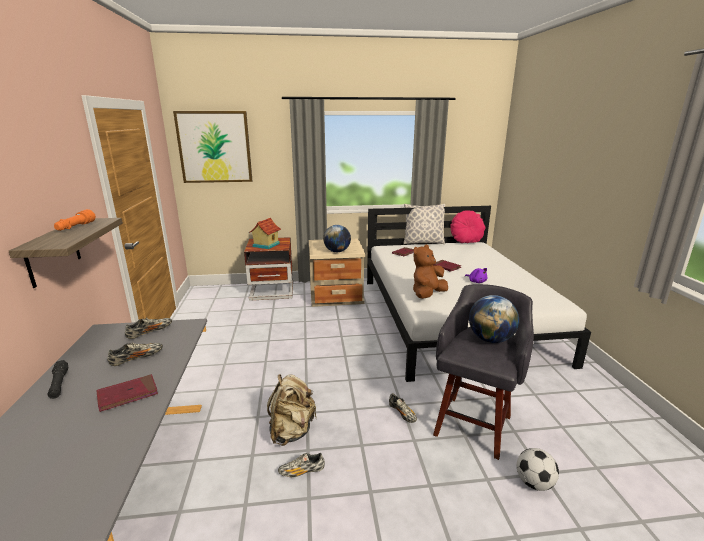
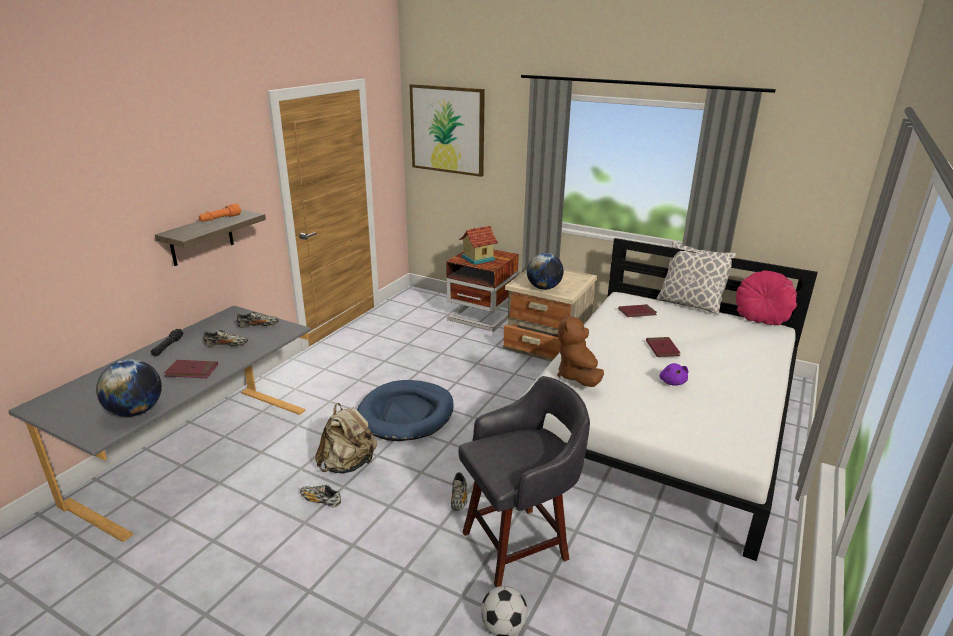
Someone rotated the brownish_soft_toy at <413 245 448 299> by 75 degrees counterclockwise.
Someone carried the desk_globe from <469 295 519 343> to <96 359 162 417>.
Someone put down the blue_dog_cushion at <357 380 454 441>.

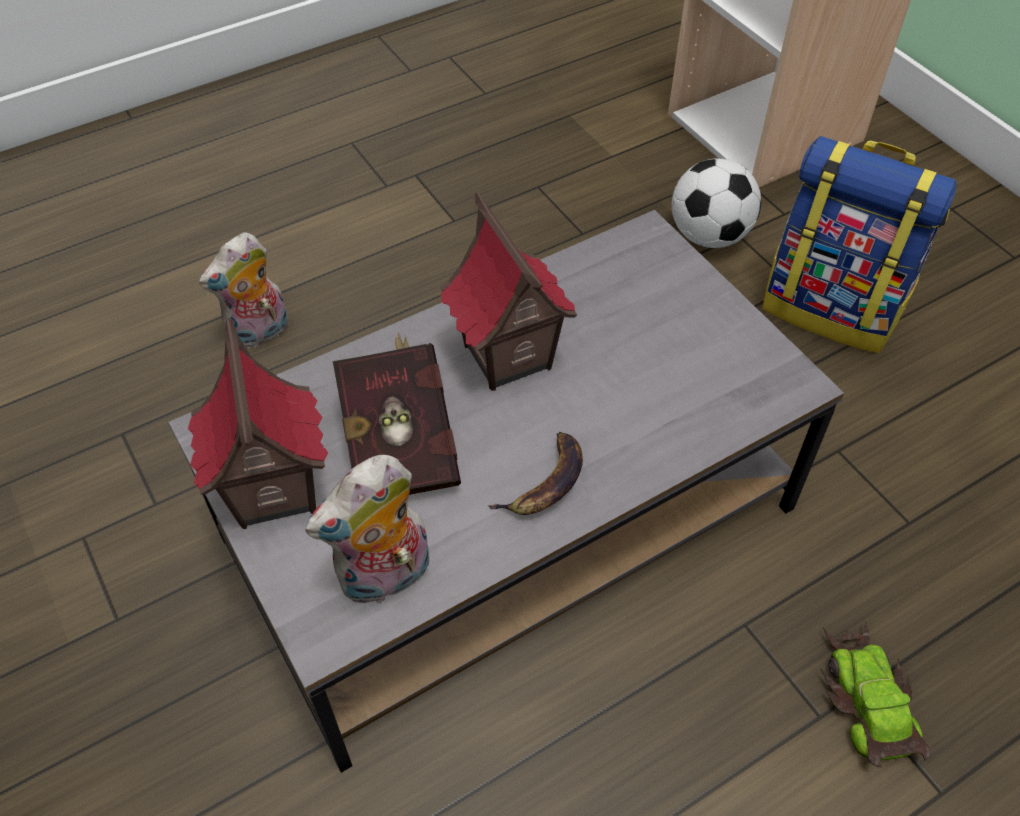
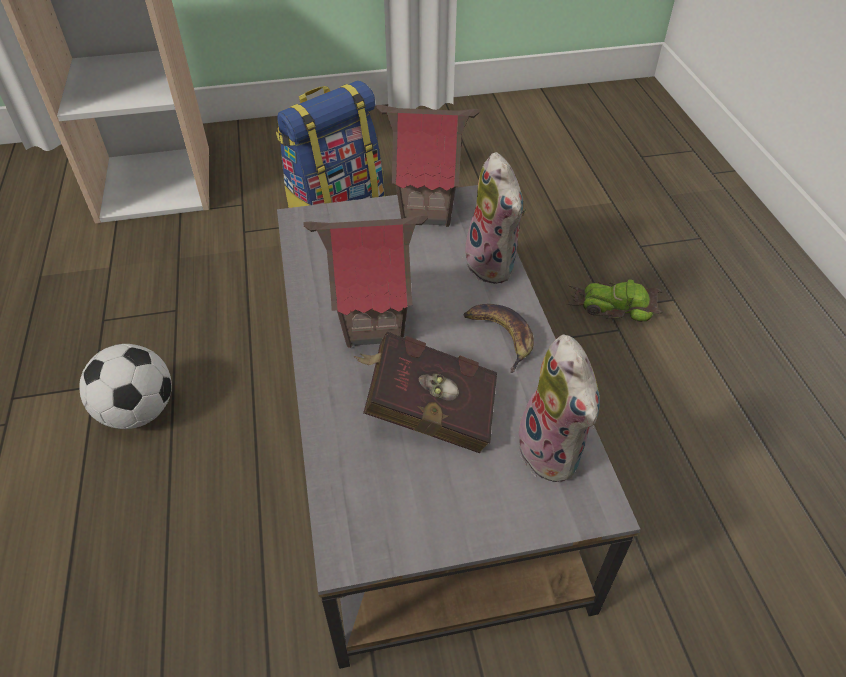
Someone carried the toy_house from <188 318 328 529> to <376 105 480 227>.
Someone carried the soft_toy from <199 232 288 348> to <465 152 525 284>.
Someone carried the football from <672 158 761 248> to <79 344 172 429>.

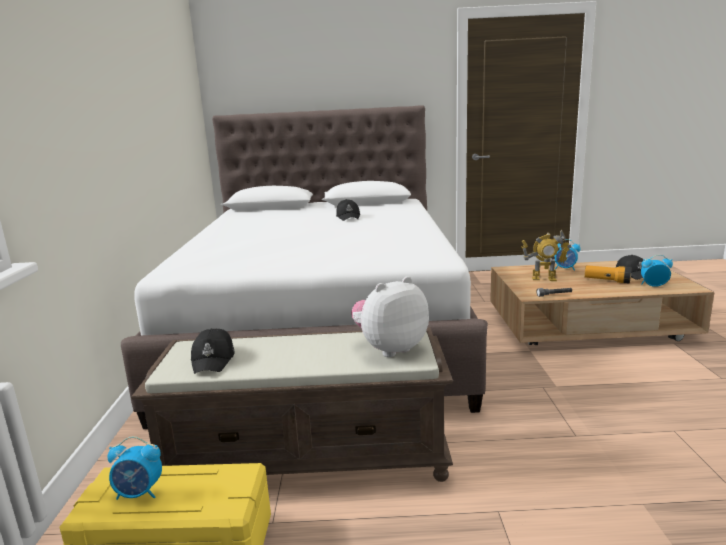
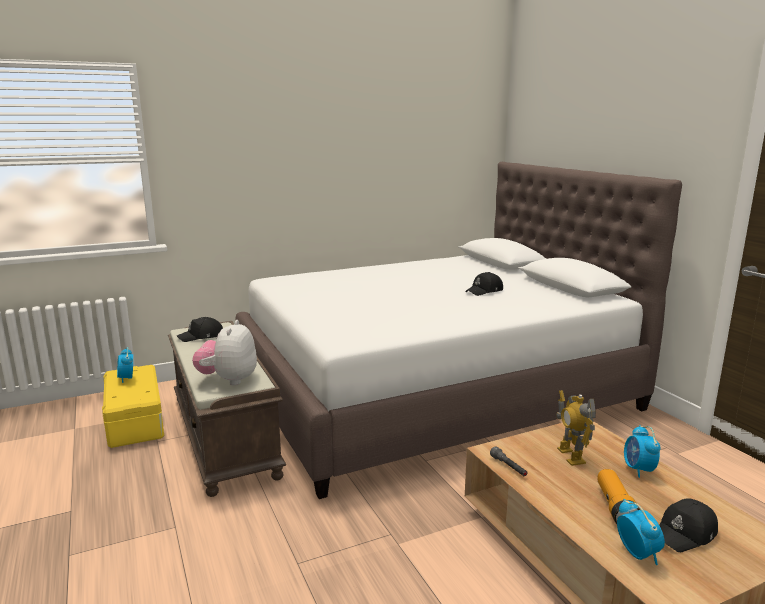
Someone rotated the soft_toy at <351 276 429 357> by 120 degrees counterclockwise.

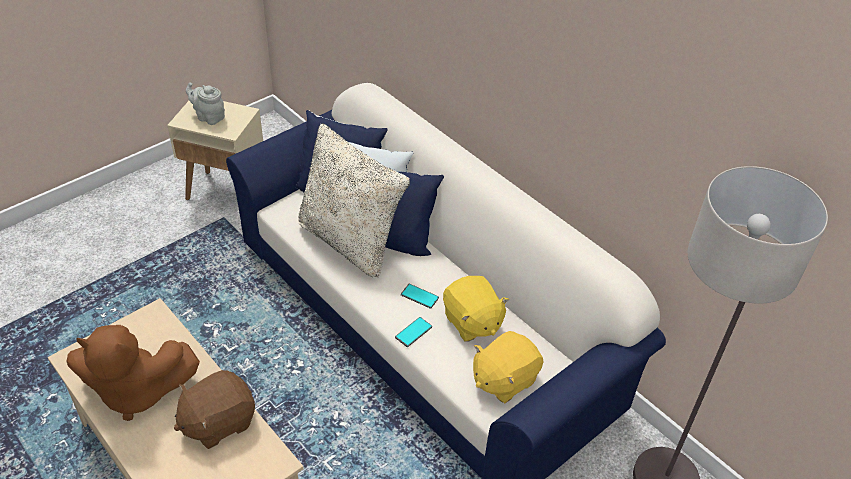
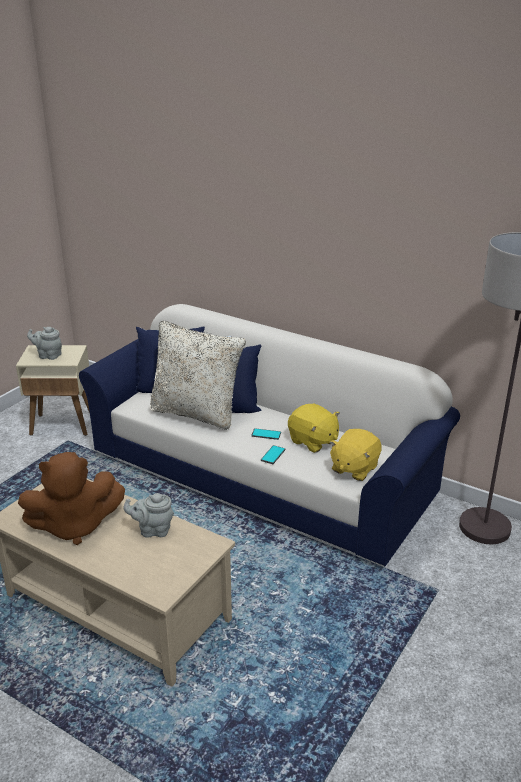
Someone swapped the brownish_soft_toy at <174 370 255 449> for the greyish_tea_pot at <123 493 174 538>.

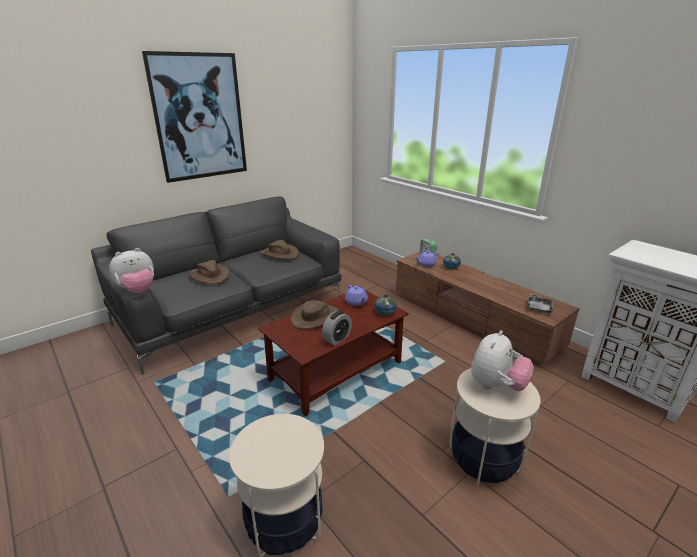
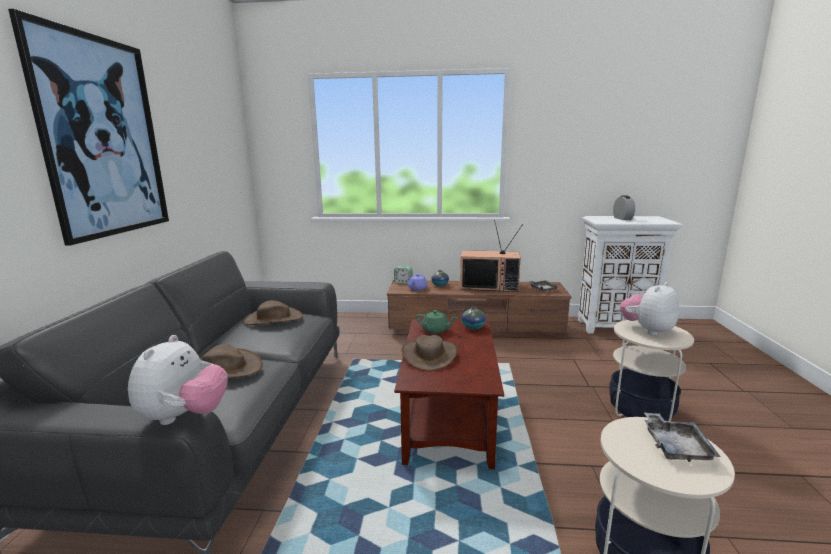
Someone carried the bedside_clock from <322 311 352 345> to <613 195 635 220>.
Someone repainted the purple_tea_pot at <345 285 368 306>, which became the green_tea_pot at <416 310 458 334>.
Someone rotated the soft_toy at <471 330 534 391> by 120 degrees counterclockwise.
Someone put down the television at <460 220 523 292>.
Someone put down the greyish_serving_tray at <644 412 721 462>.

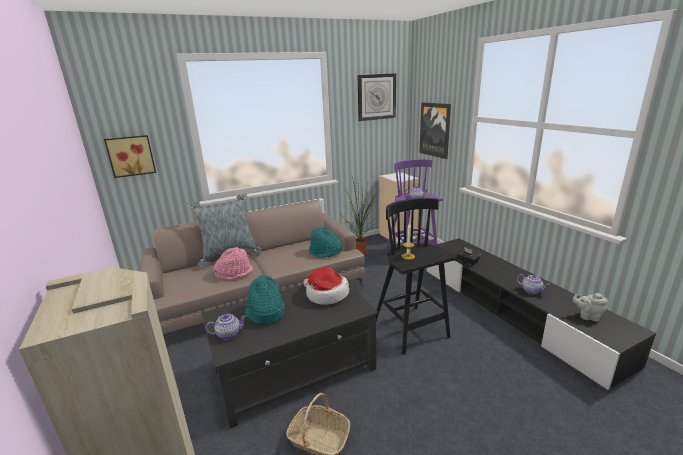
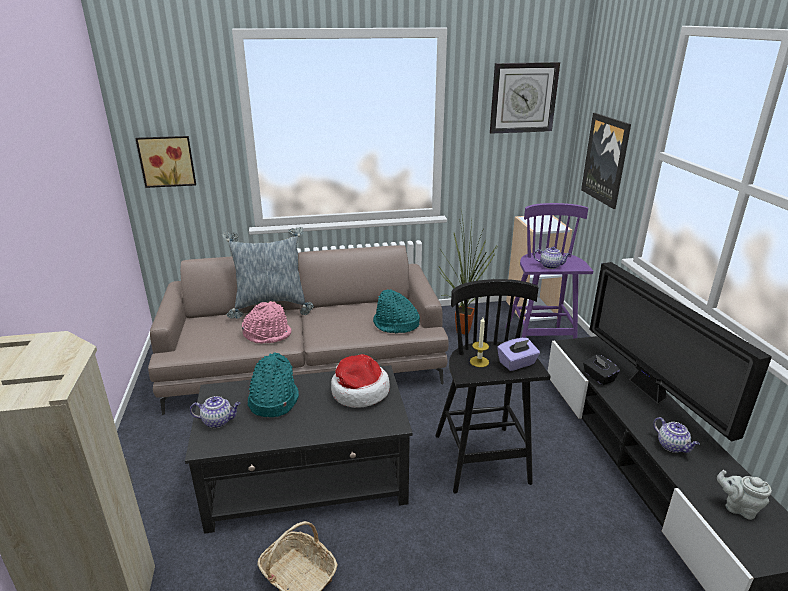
Someone put down the purple_tissue_box at <497 338 540 371>.
Someone put down the television at <589 262 772 441>.

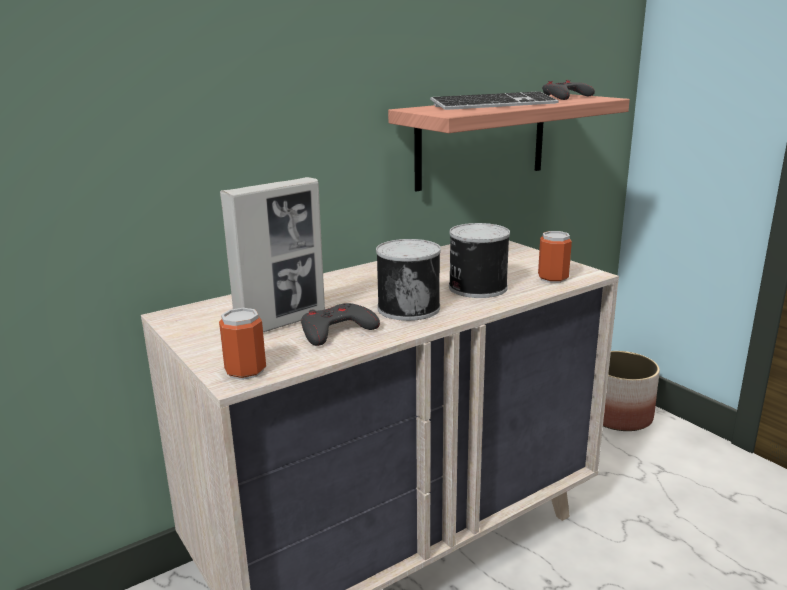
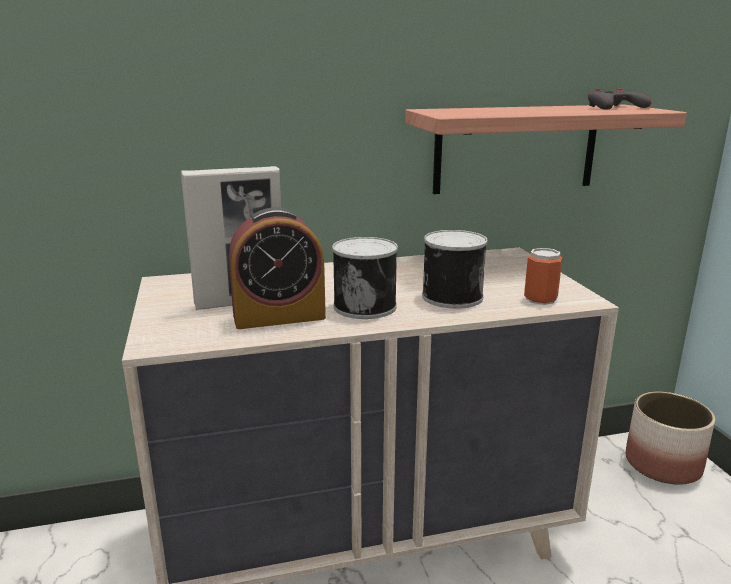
Someone took away the can at <219 308 266 380>.
Someone swapped the greyish_game_controller at <301 303 380 346> for the bedside_clock at <229 207 326 329>.
Someone took away the keyboard at <430 91 559 110>.

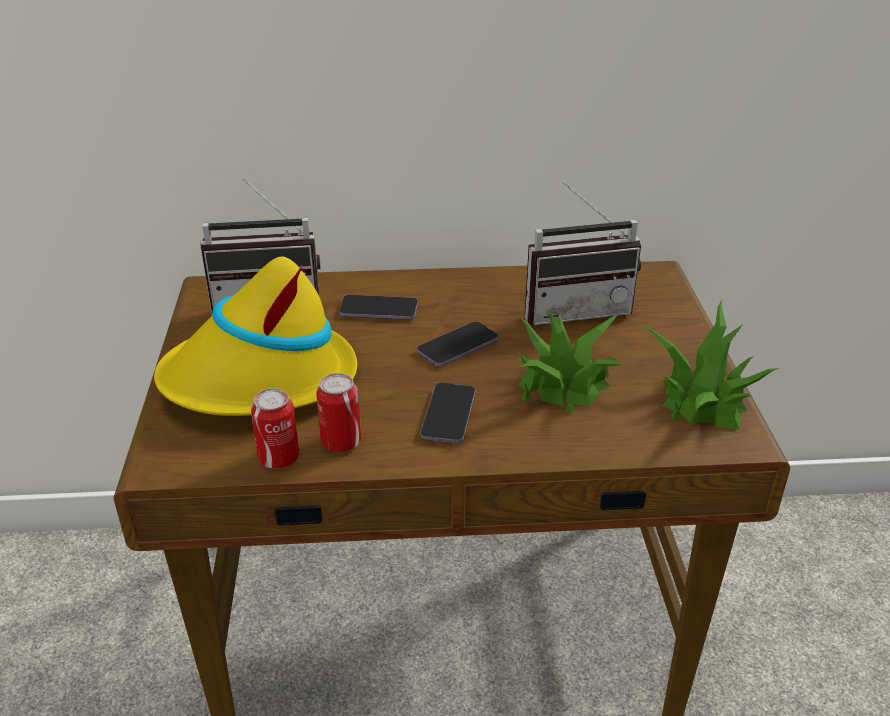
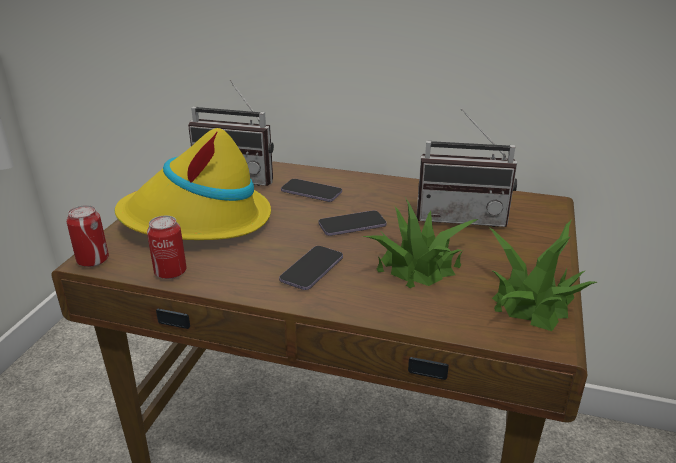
Someone carried the can from <316 373 361 452> to <67 205 109 267>.

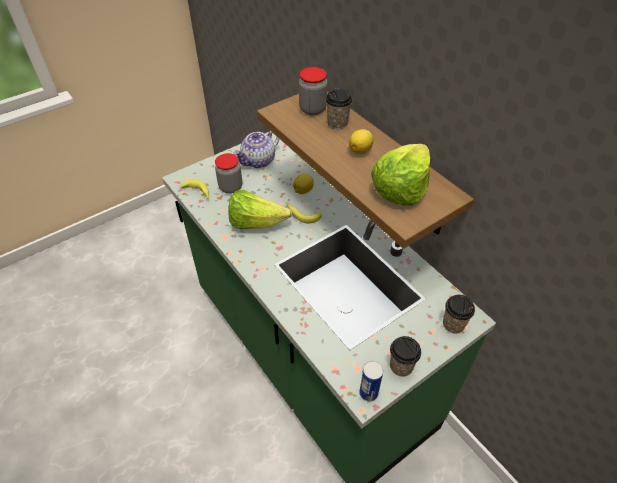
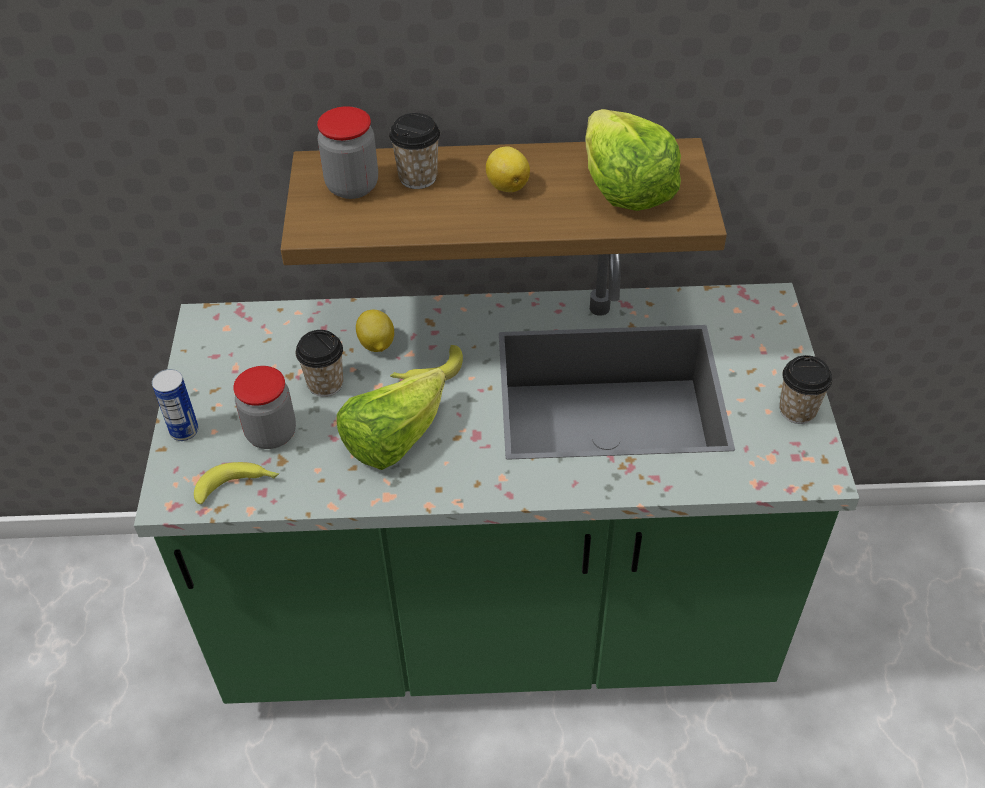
Someone took away the tea_pot at <233 131 279 168>.
Someone carried the can from <359 361 383 402> to <152 369 199 441>.
Someone carried the drinking_cup from <443 295 475 334> to <296 330 343 397>.

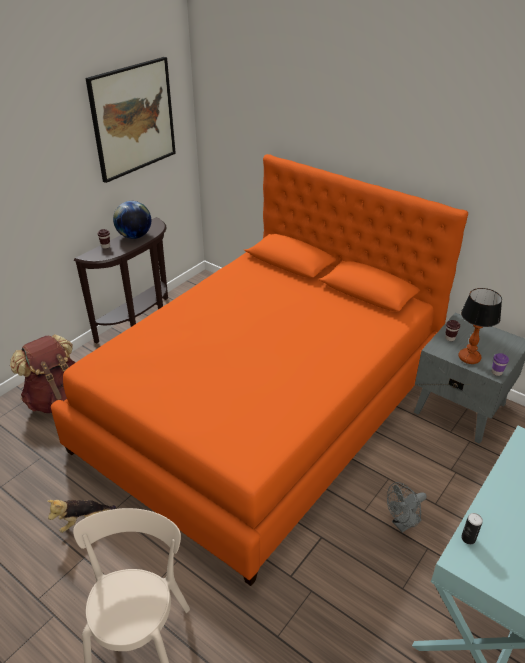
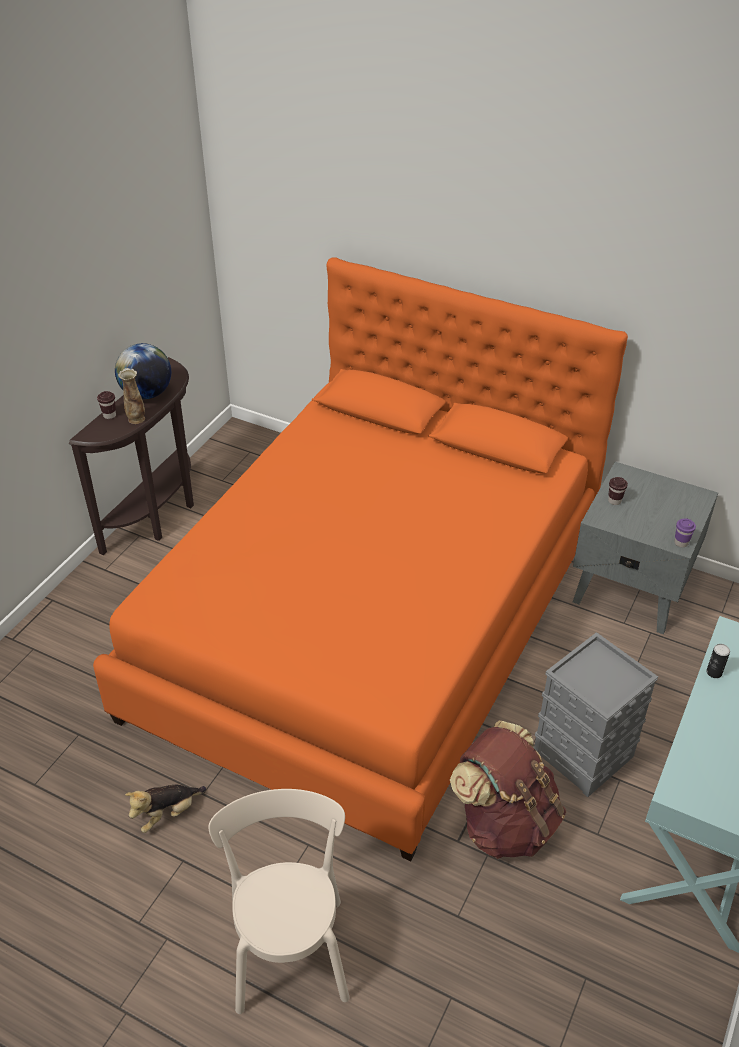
Someone carried the brownish_knapsack from <10 334 76 413> to <450 720 566 859>.
Someone took away the picture at <86 57 176 183>.
Someone swapped the greyish_fan at <387 482 427 532> for the greyish_storage_box at <534 632 658 797>.
Someone took away the table_lamp at <458 288 502 364>.
Someone carried the can from <461 513 483 544> to <706 644 730 678>.
Someone put down the decorative_vase at <118 368 145 424>.

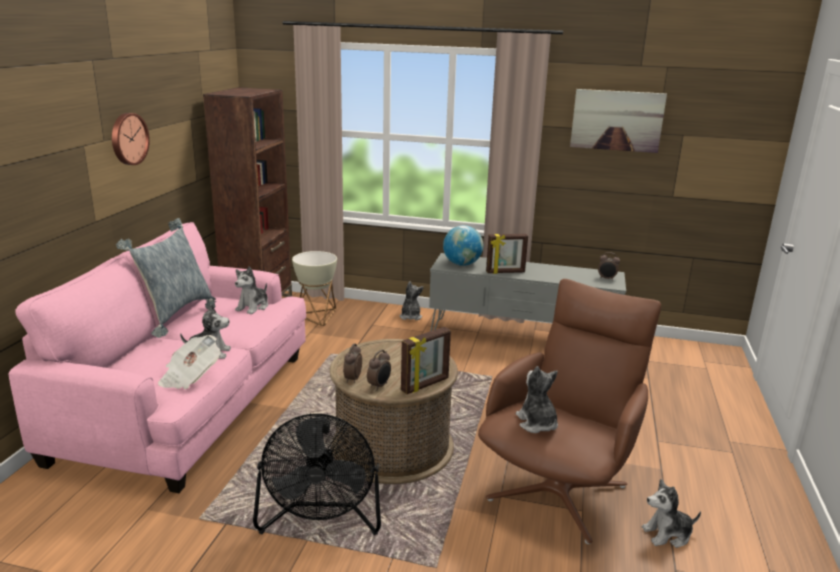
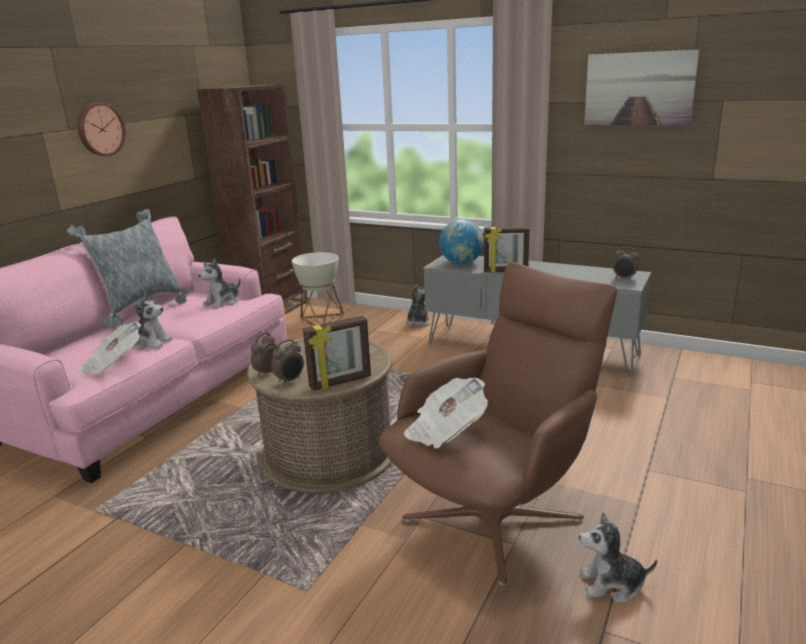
Someone took away the blackish_fan at <253 413 381 535>.
Someone swapped the soft_toy at <516 366 558 433> for the printed_paper at <404 378 488 449>.

